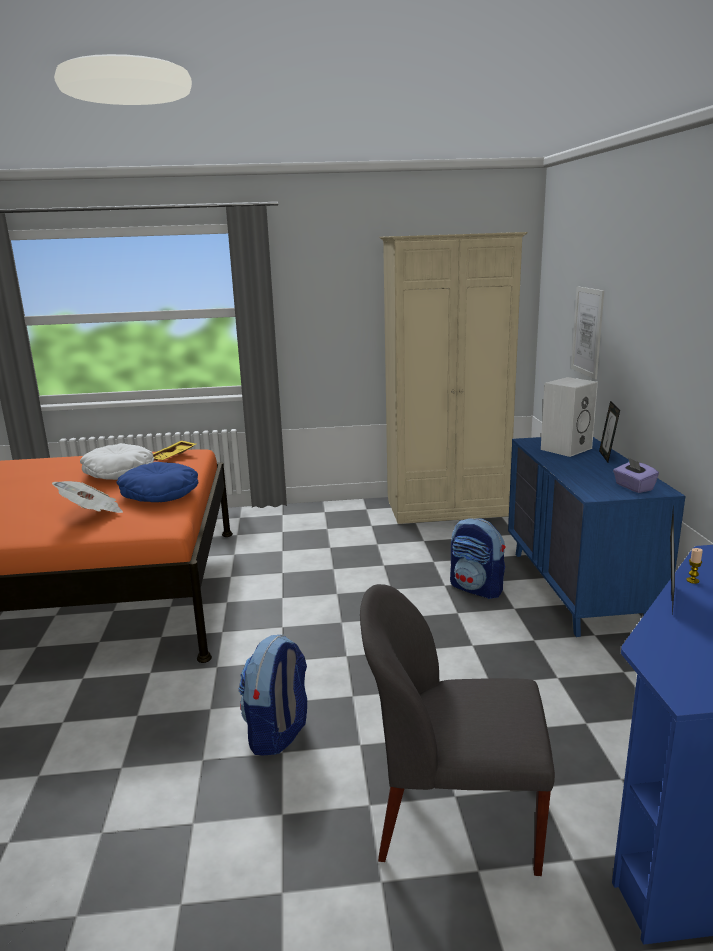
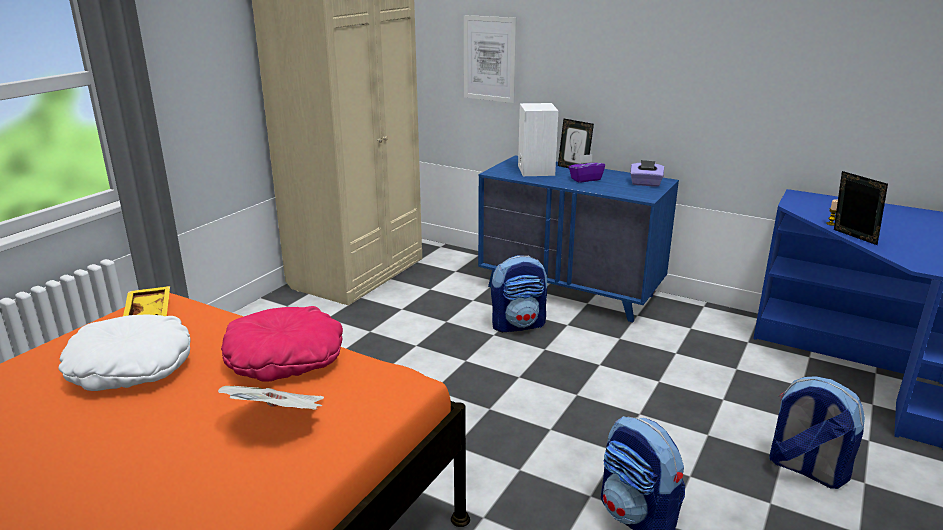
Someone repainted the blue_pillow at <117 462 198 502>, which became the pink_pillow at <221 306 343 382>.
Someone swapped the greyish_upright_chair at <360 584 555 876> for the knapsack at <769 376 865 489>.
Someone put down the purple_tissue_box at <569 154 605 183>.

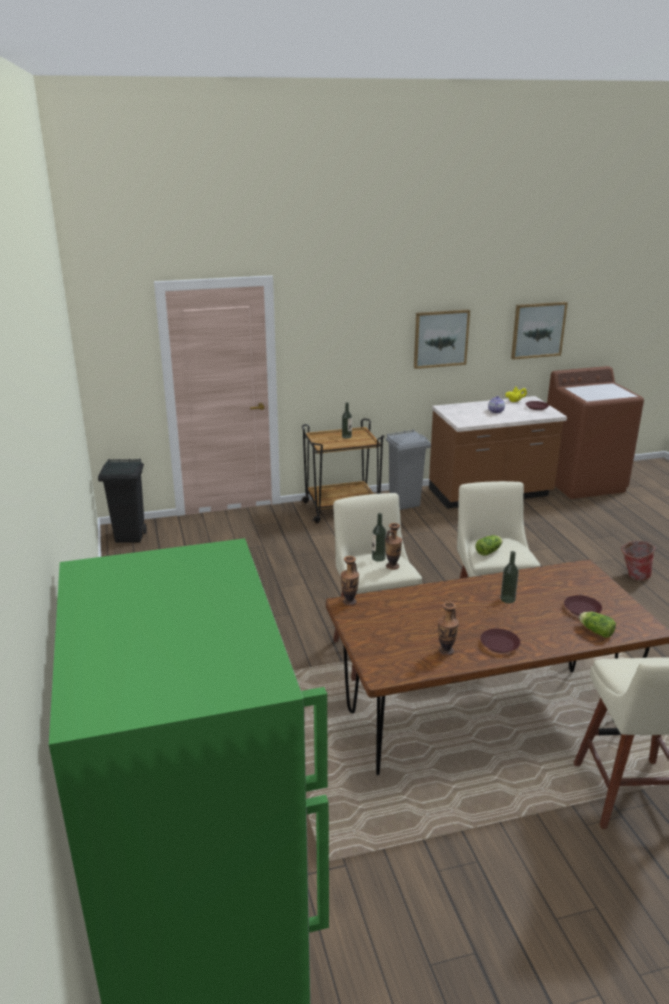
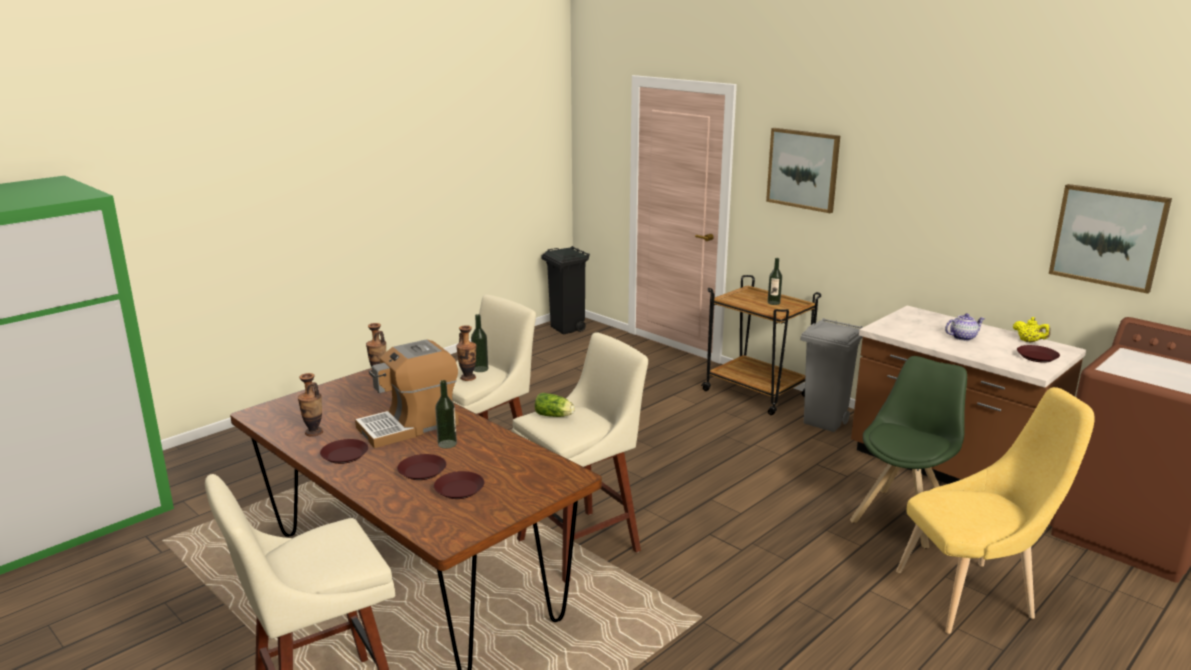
Someone carried the picture from <414 309 470 369> to <766 128 840 213>.
Someone took away the lettuce_head at <579 612 616 638>.
Someone took away the pail at <621 541 656 581>.
Someone put down the coffee_machine at <355 339 459 448>.
Someone put down the brownish_flat_dish at <397 454 446 480>.
Someone put down the green_upright_chair at <850 356 967 549>.
Someone put down the yellow-coloured_upright_chair at <896 387 1095 634>.

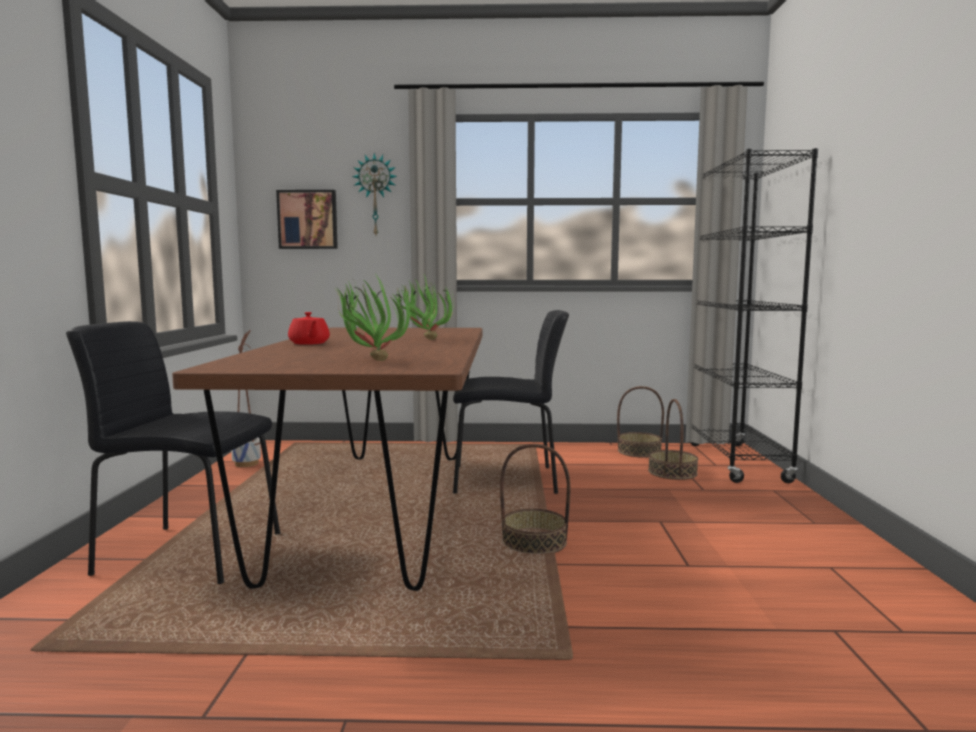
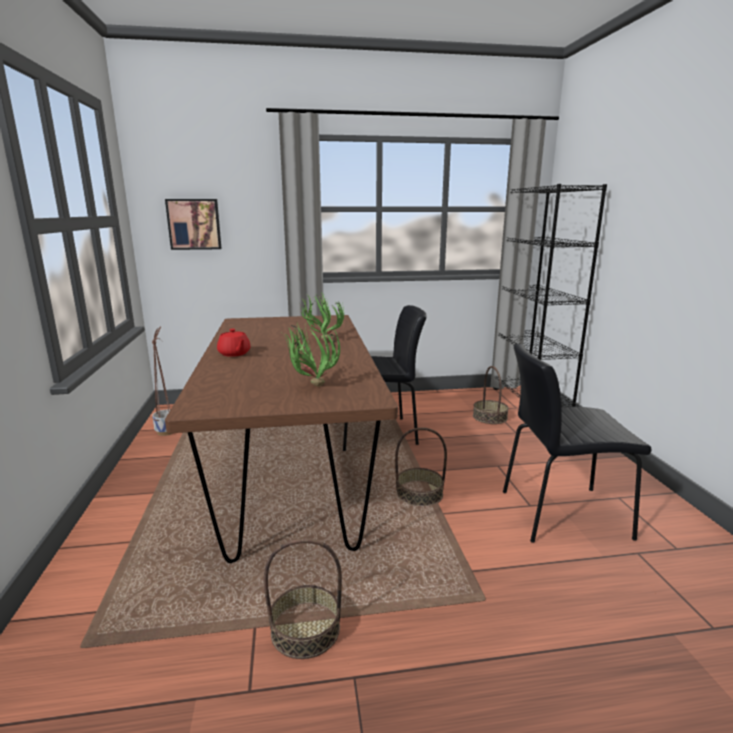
Someone carried the blackish_upright_chair from <66 321 280 584> to <503 343 652 543>.
Someone took away the wall_clock at <352 153 397 235>.
Someone carried the storage_basket from <617 386 664 458> to <264 539 342 659>.

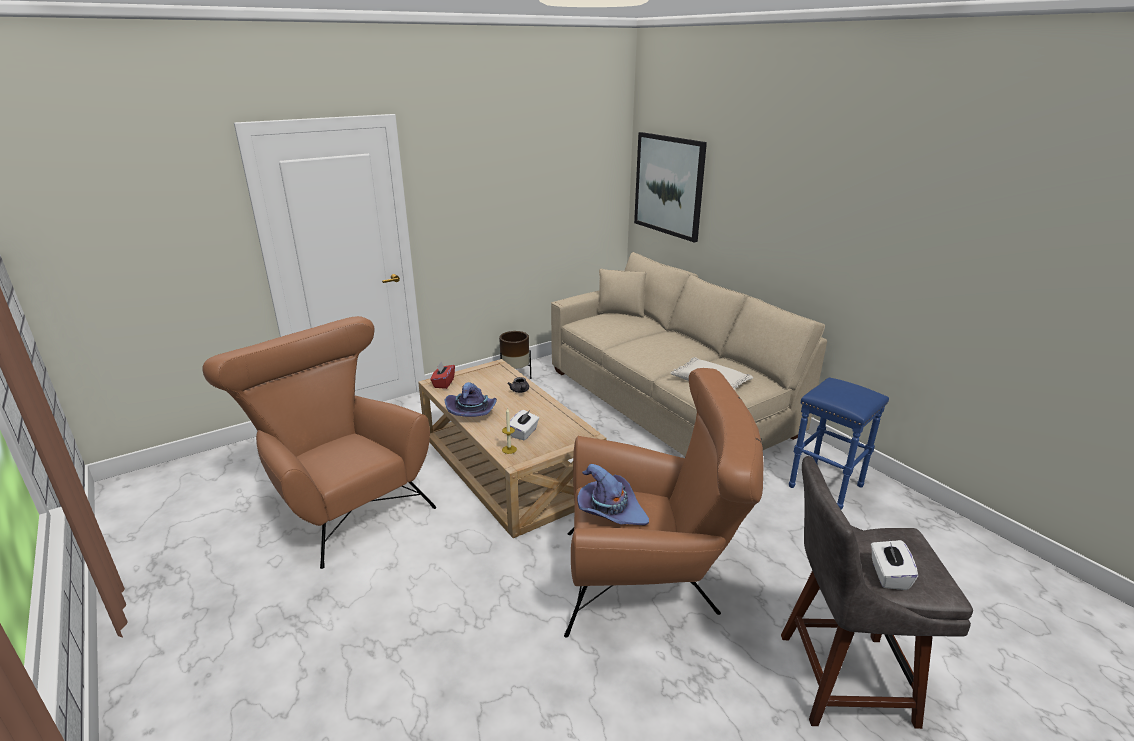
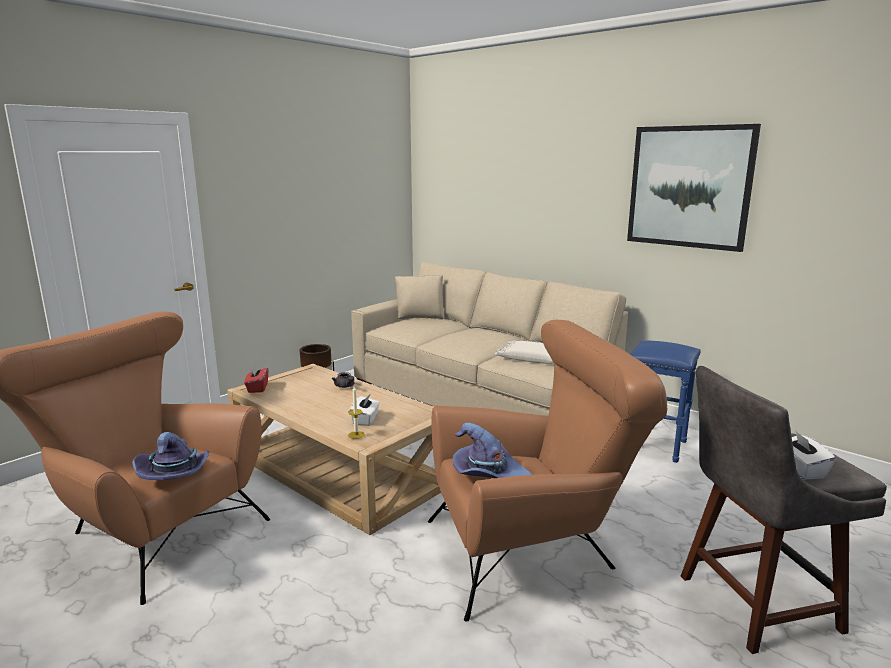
Someone carried the purple_clothing_hat from <444 382 497 417> to <132 432 209 480>.
Someone carried the picture from <634 132 707 242> to <627 124 761 252>.

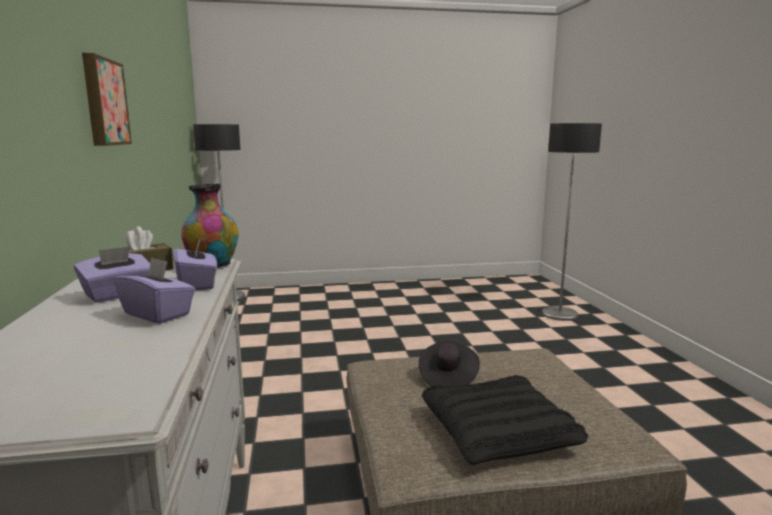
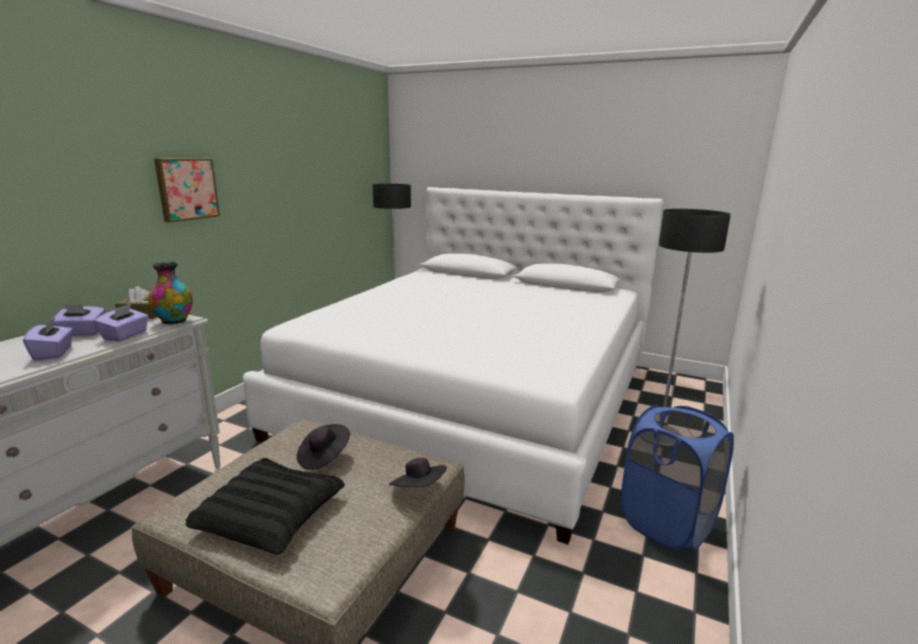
Someone put down the white-coloured_sleeping_bed at <243 187 663 544>.
Someone put down the blackish_clothing_hat at <389 458 447 487>.
Someone put down the blue_washing_basket at <621 405 734 551>.

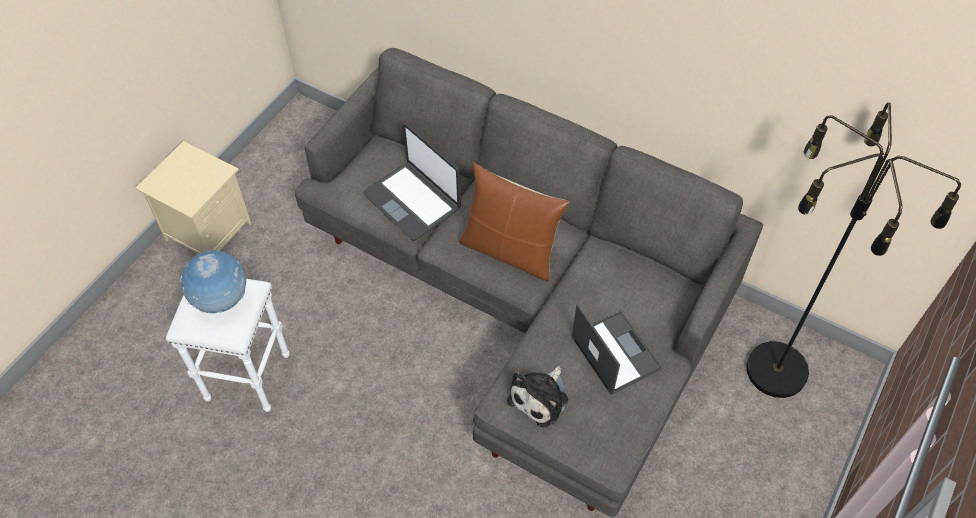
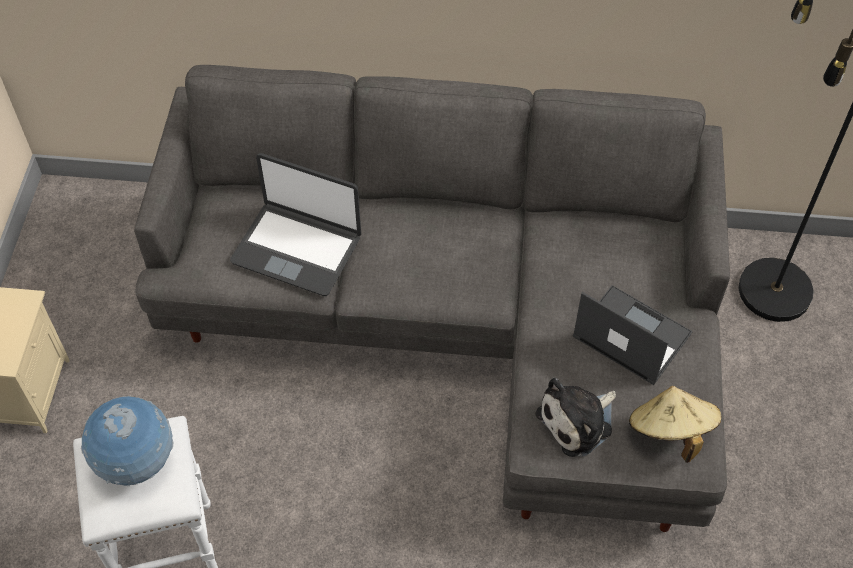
Someone took away the brownish_pillow at <459 163 569 281>.
Someone rotated the soft_toy at <507 366 568 427> by 45 degrees clockwise.
Someone put down the beige-coloured_clothing_hat at <629 386 721 463>.

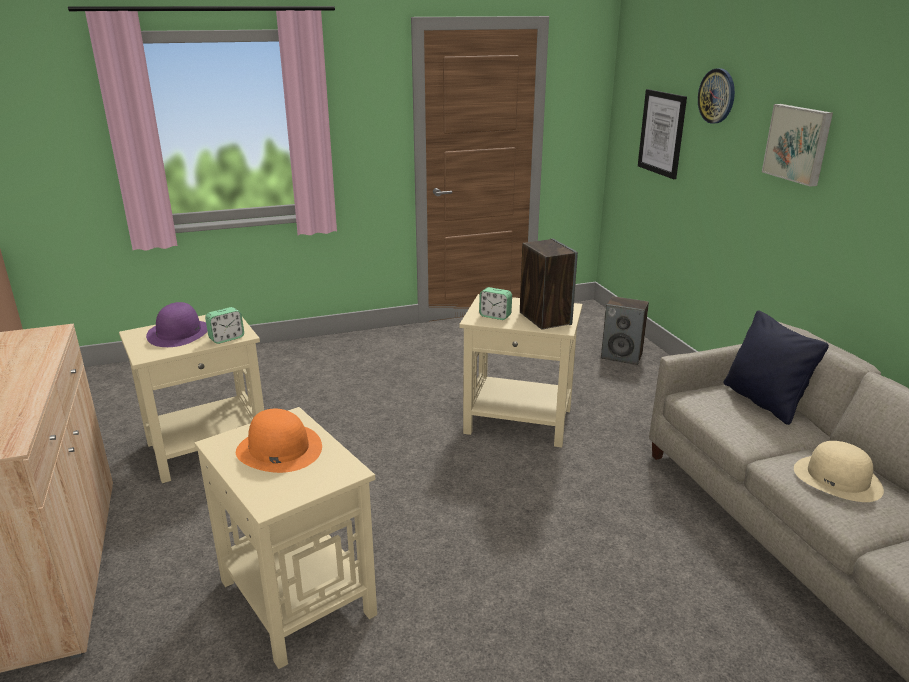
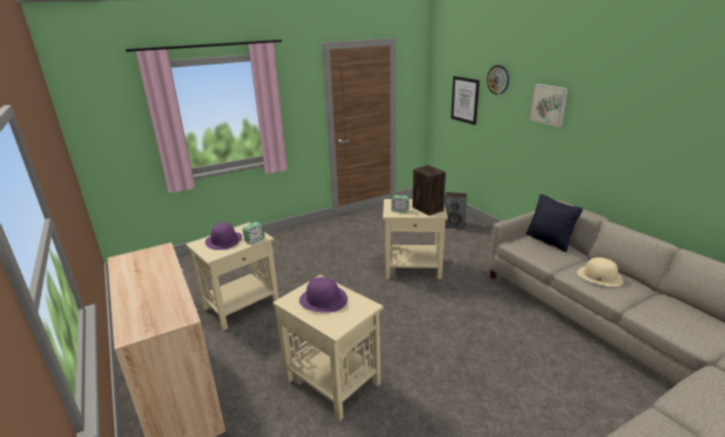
Someone repainted the orange-coloured_clothing_hat at <236 409 322 473>, which became the purple_clothing_hat at <299 277 348 313>.

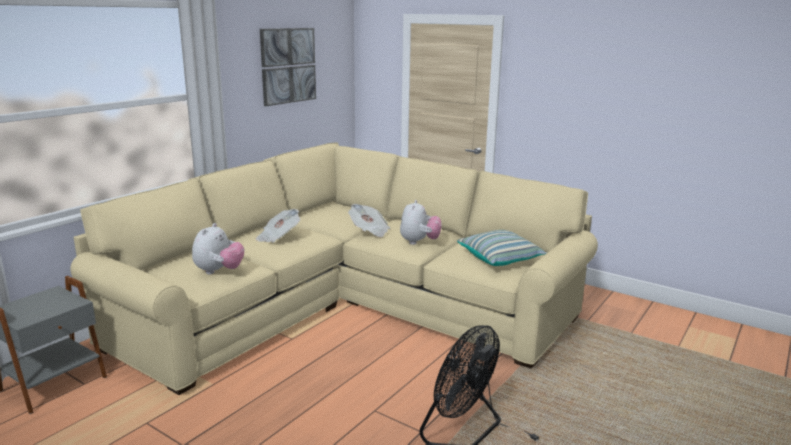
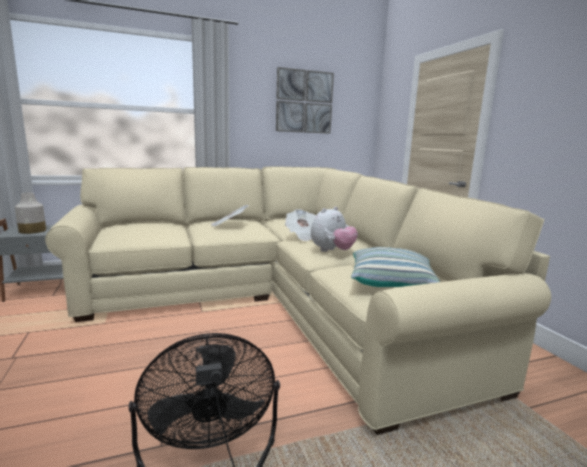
Someone took away the soft_toy at <192 223 244 274>.
Someone put down the beige-coloured_decorative_vase at <15 193 46 234>.

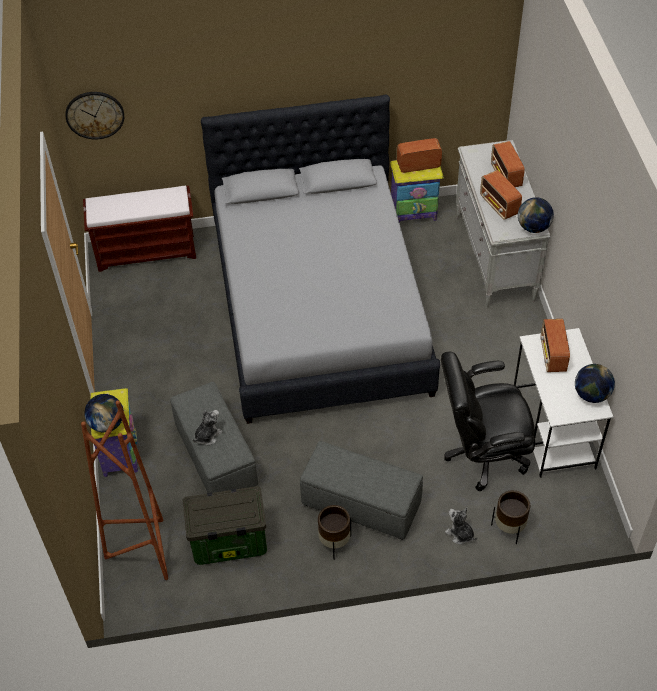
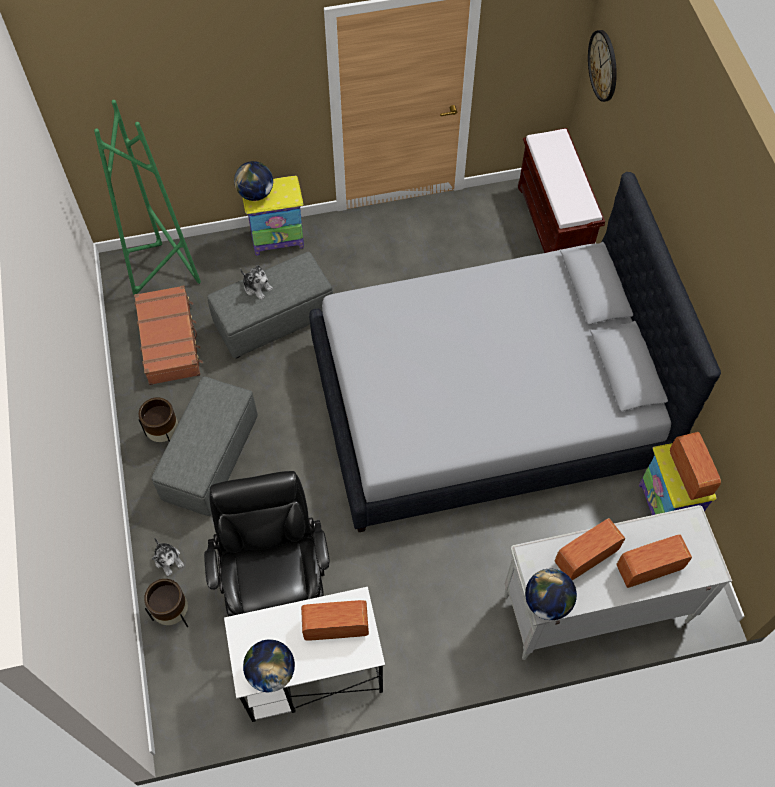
Someone repainted the brownish_garment_stand at <81 400 168 580>, which became the green_garment_stand at <94 100 201 295>.
Someone swapped the storage_box at <183 486 267 565> for the brownish_piece_of_luggage at <134 285 203 385>.
Someone rotated the soft_toy at <445 507 477 545> by 105 degrees clockwise.

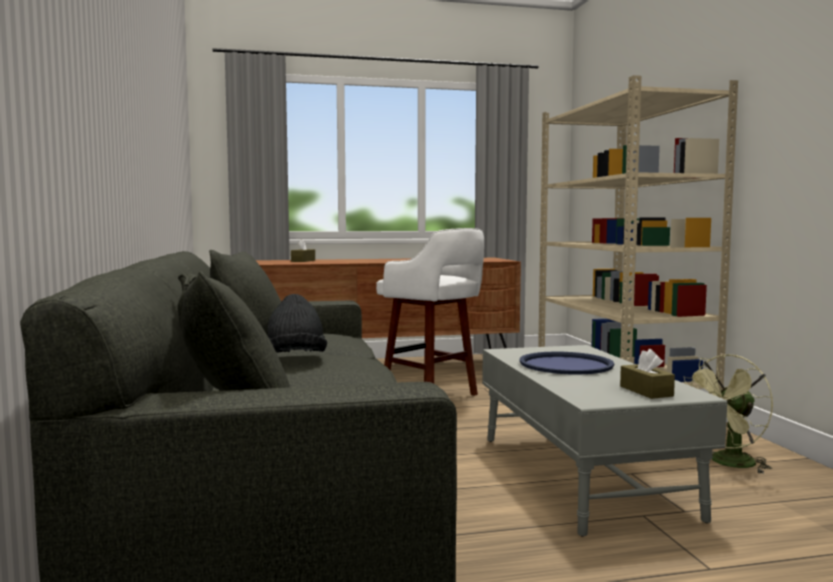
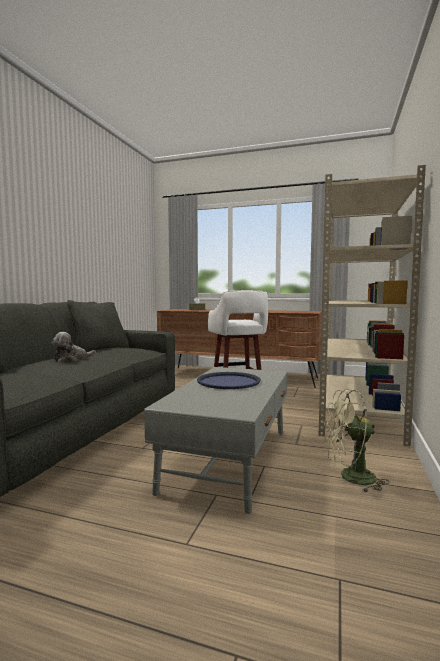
Someone swapped the blackish_clothing_hat at <268 294 327 353> for the soft_toy at <51 332 96 362>.
Someone took away the brownish_tissue_box at <620 349 675 399>.

